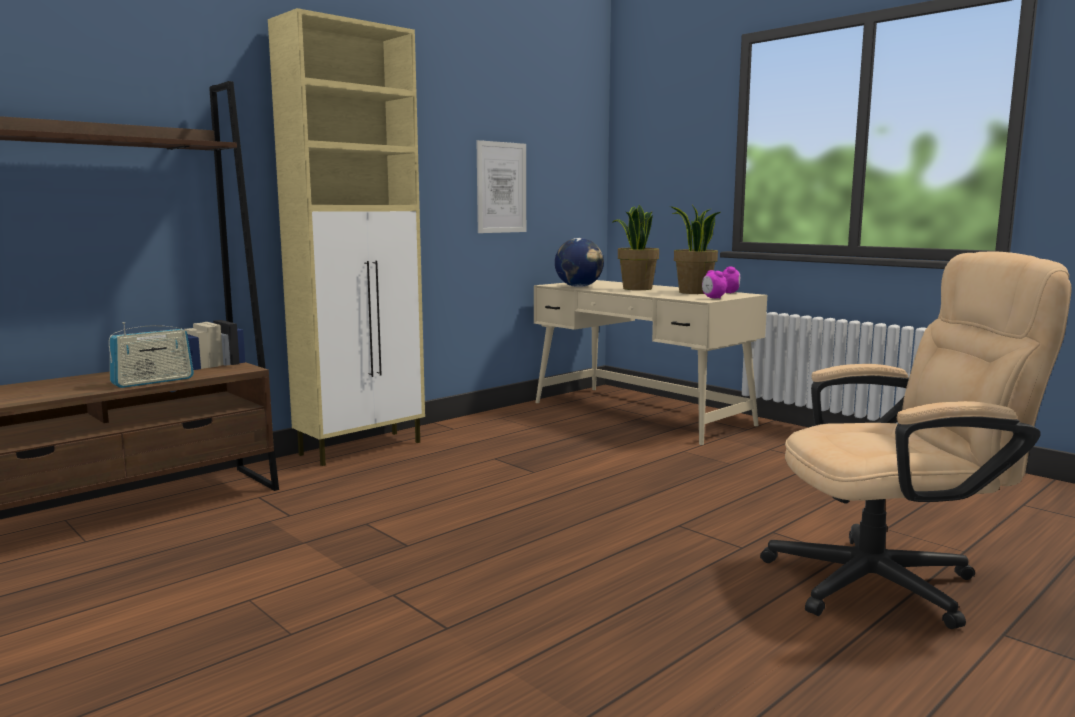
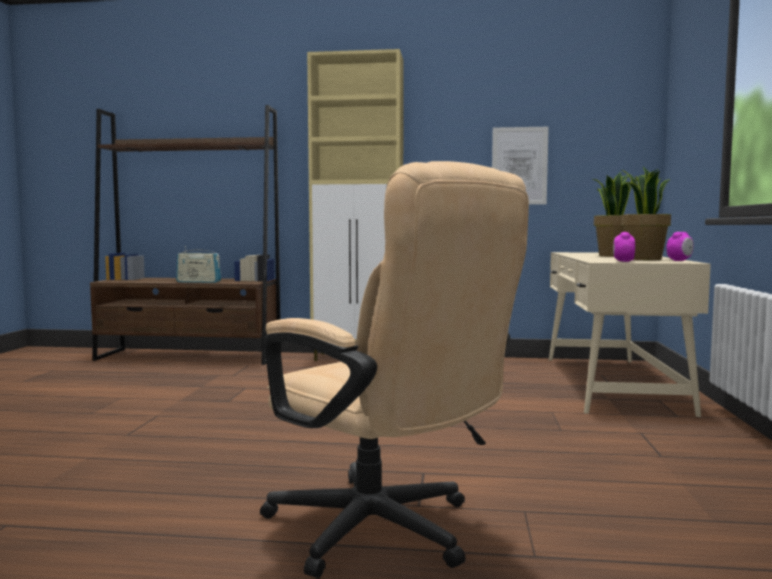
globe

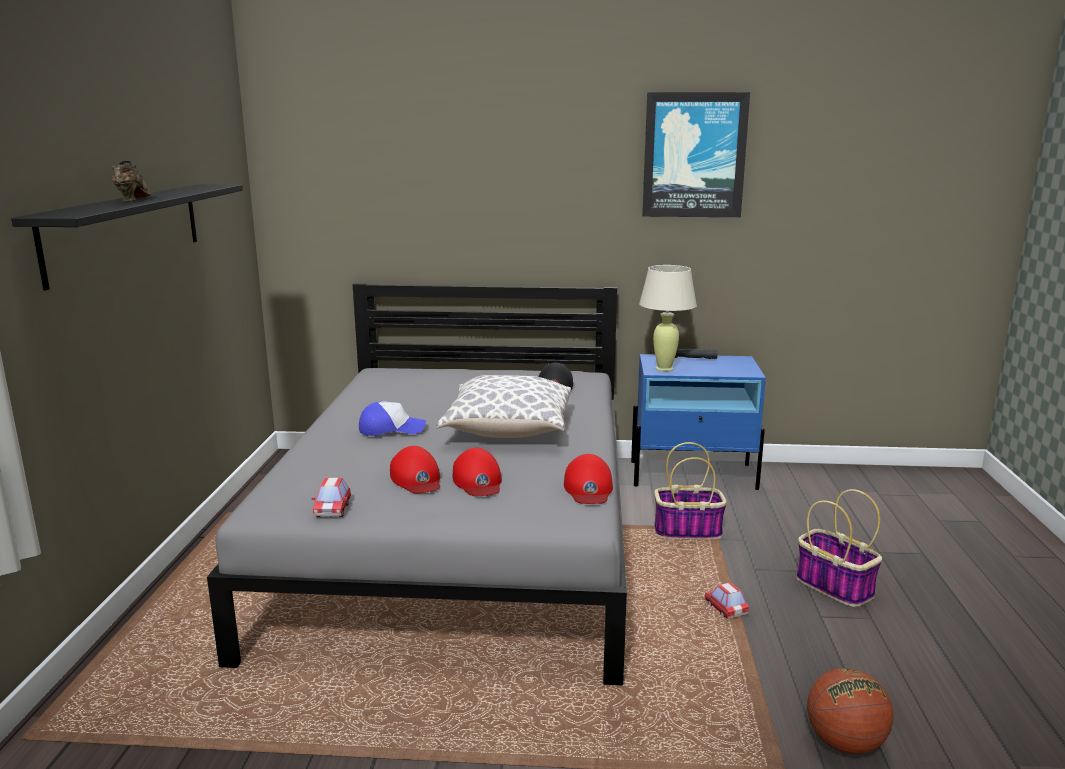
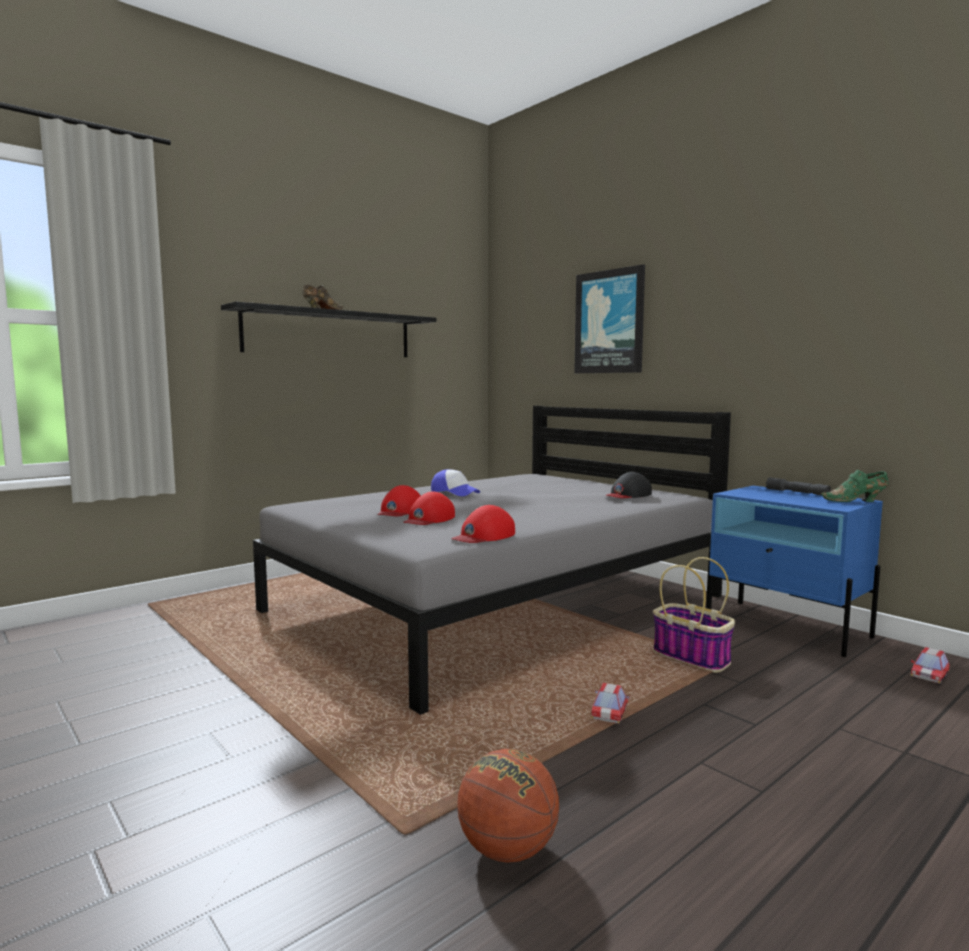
toy car (no. 2 from left)
pillow
beige table lamp
picture
basket (no. 2 from left in the first image)
green shoe

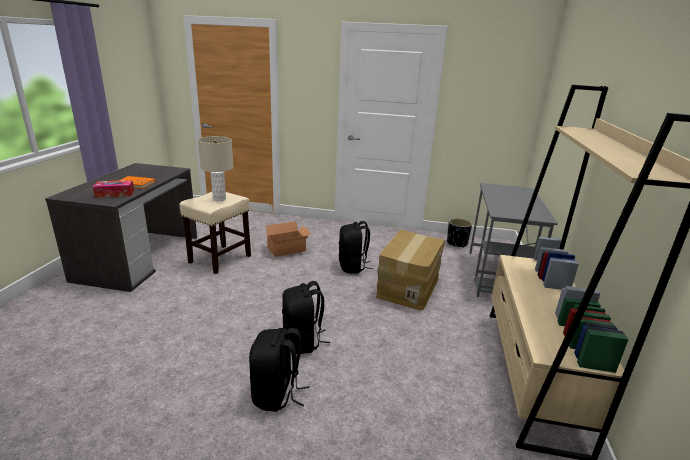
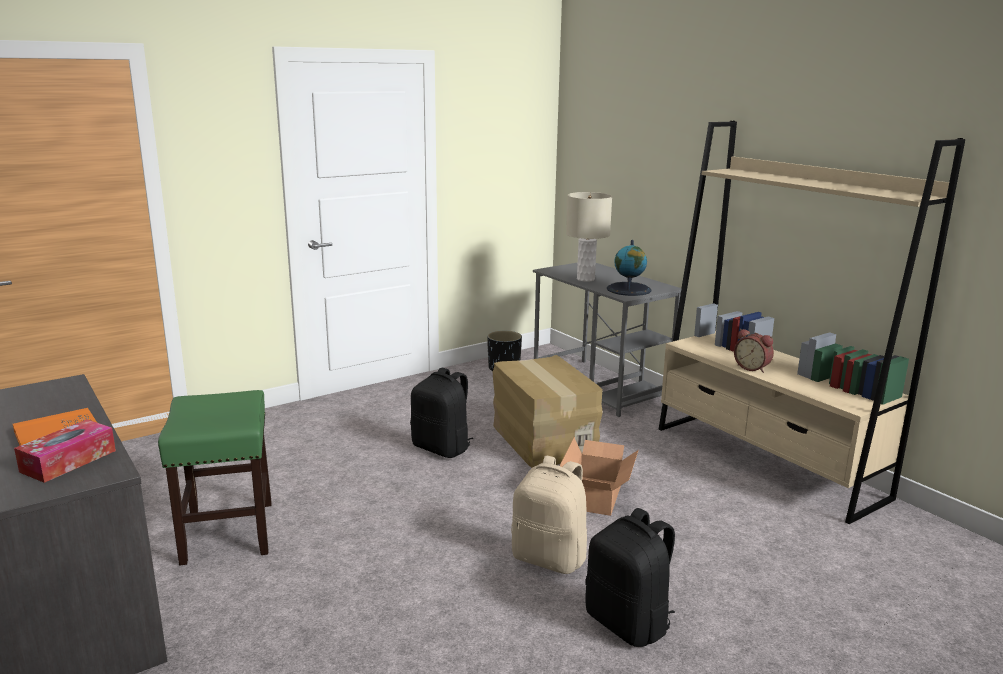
green stool
beige table lamp
cardboard box (no. 2 from left)
beige backpack
globe
alarm clock

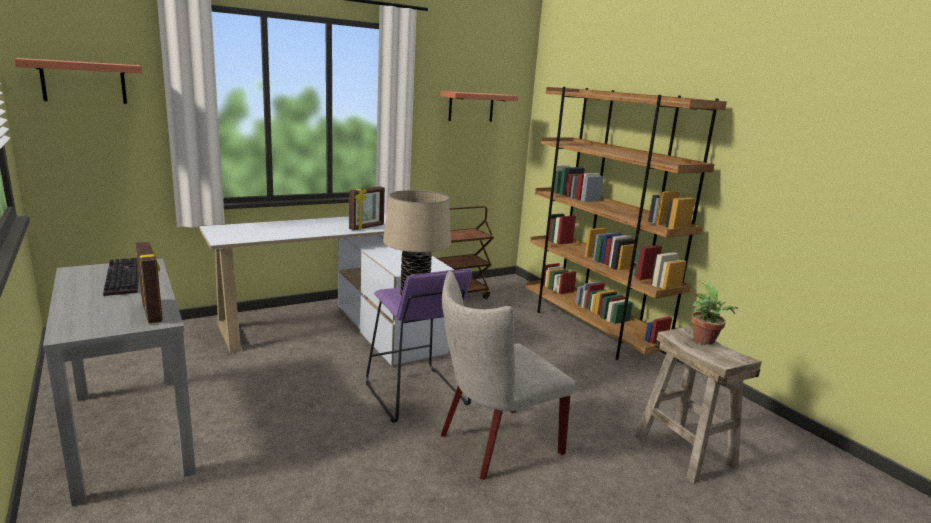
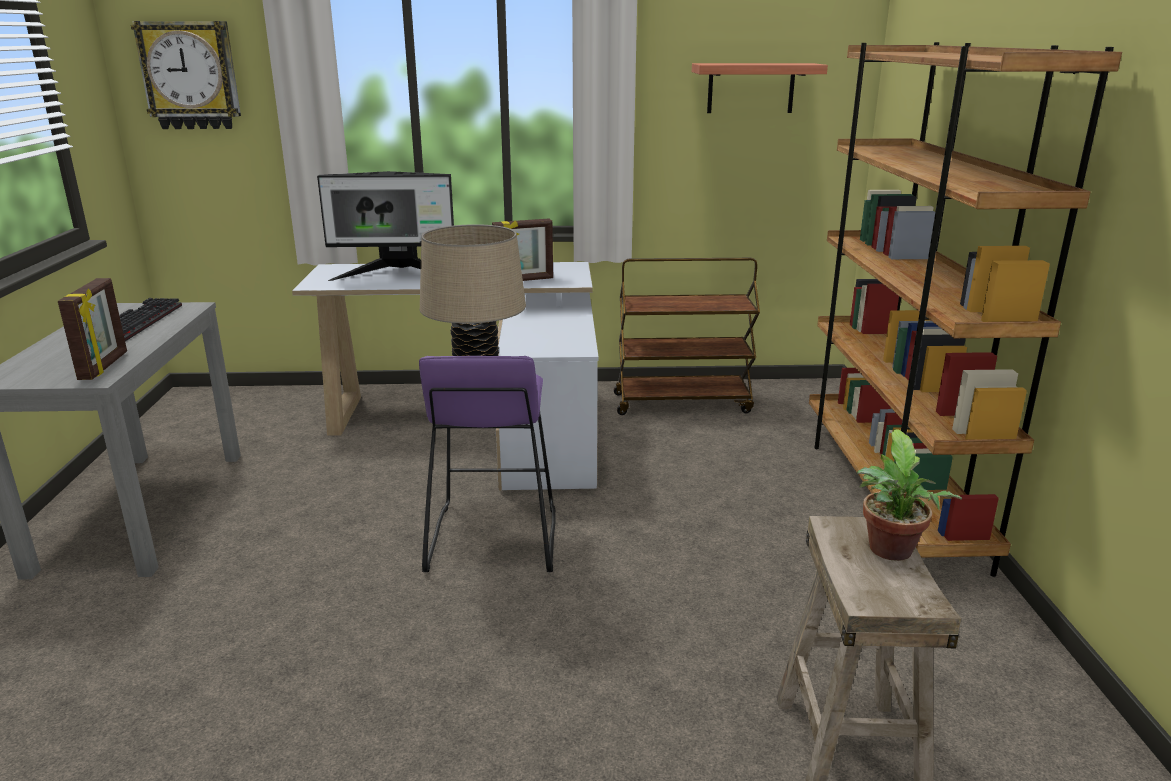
wall clock
beige chair
monitor

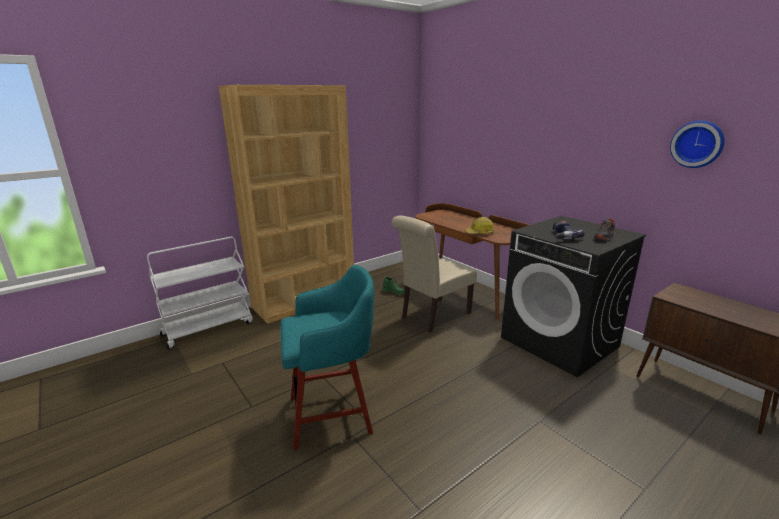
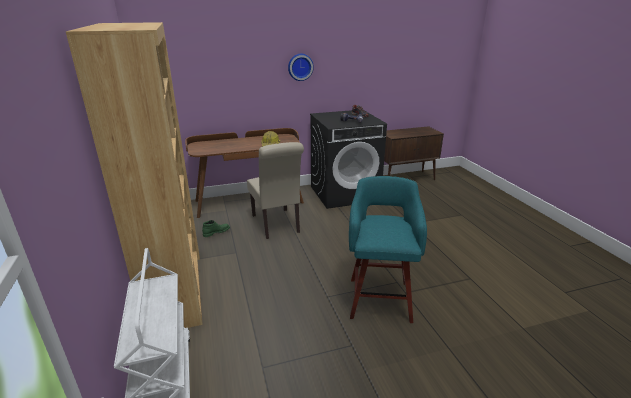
wall clock

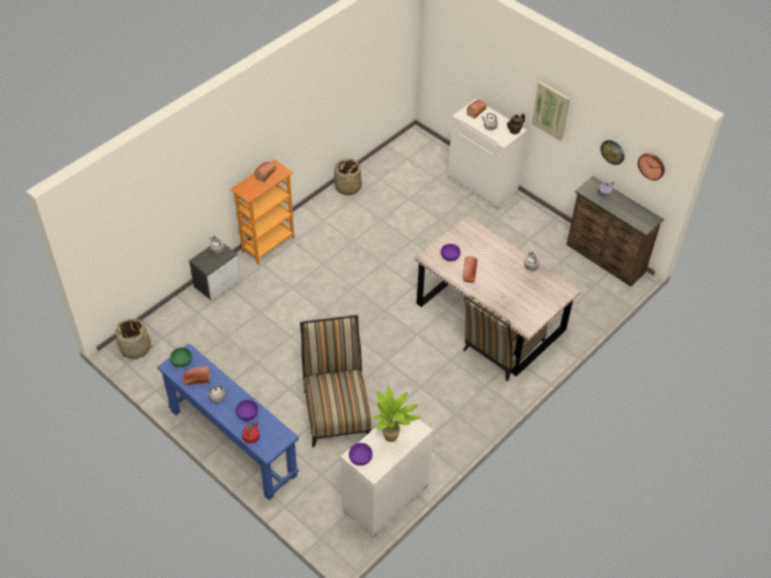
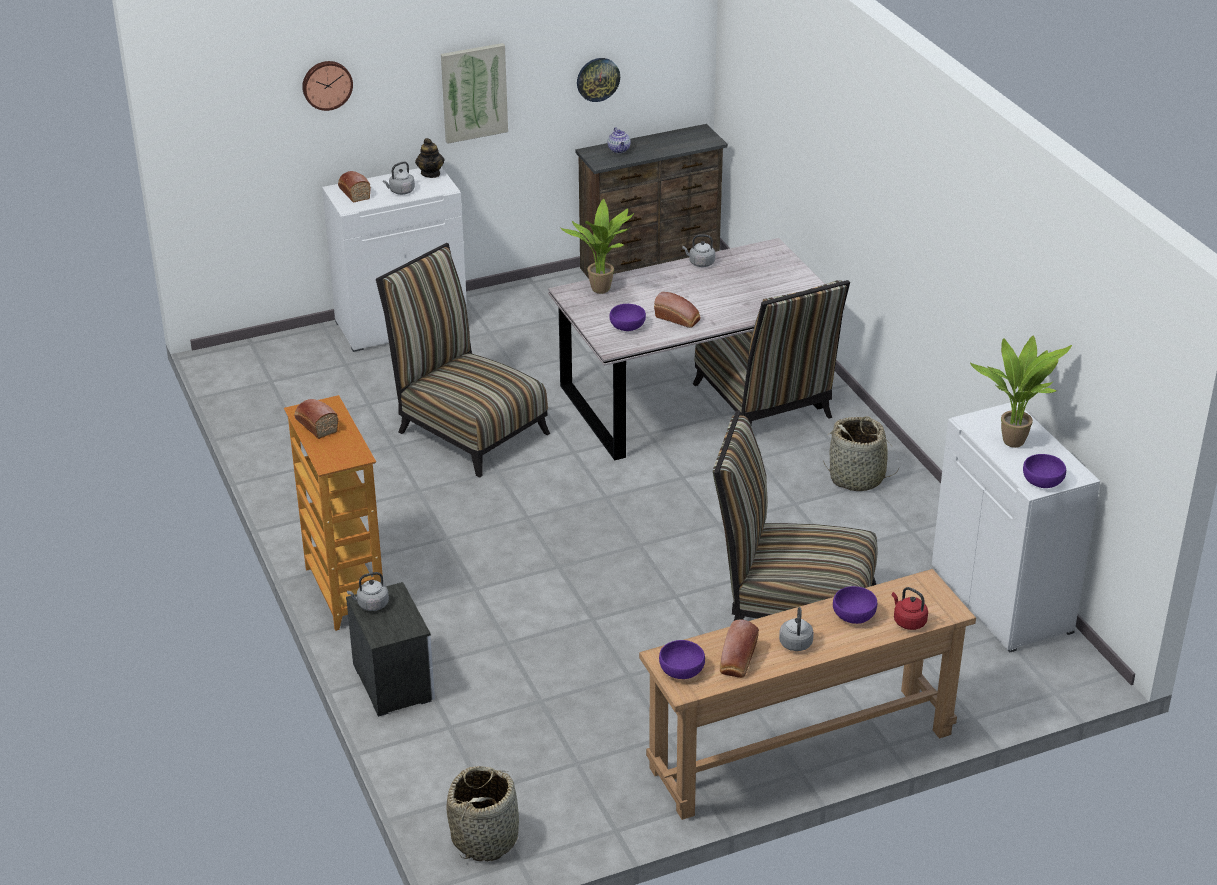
brown console table
purple bowl (no. 2 from left)
basket (no. 2 from left)
wall clock (no. 1 from left)
chair (no. 1 from left)
potted plant (no. 1 from left)

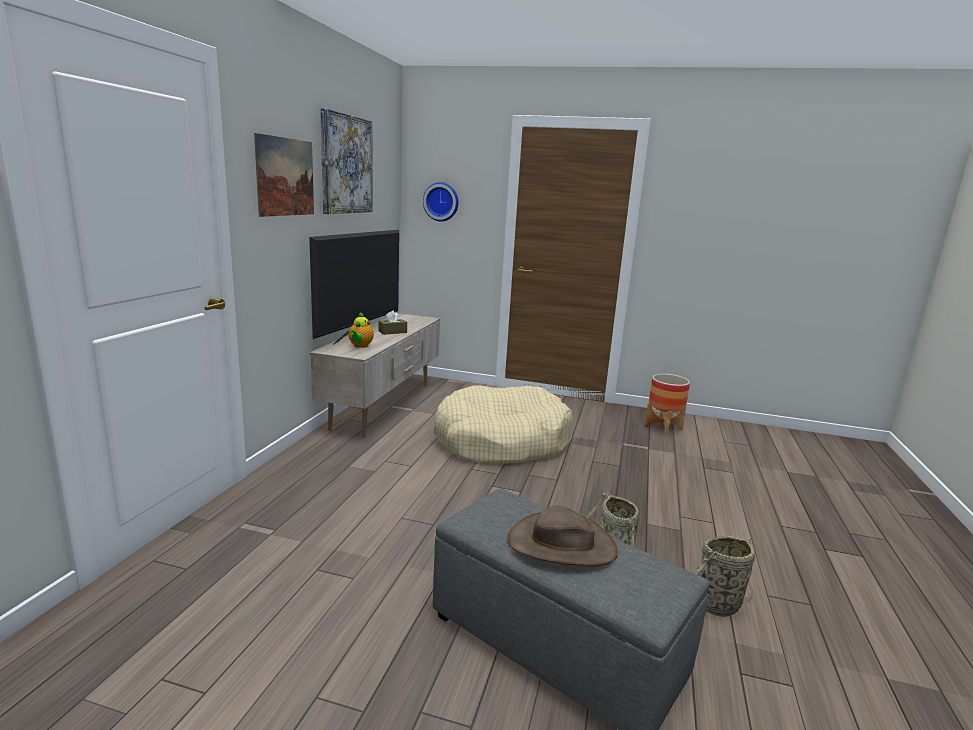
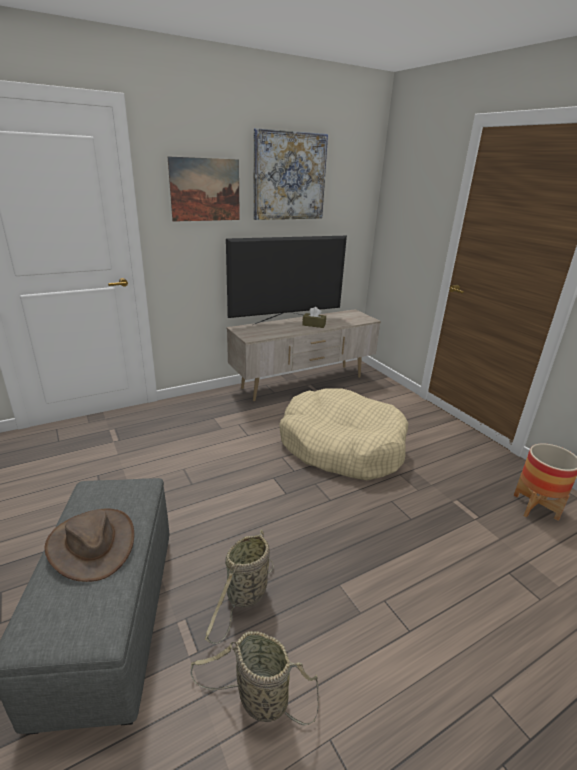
teapot
wall clock

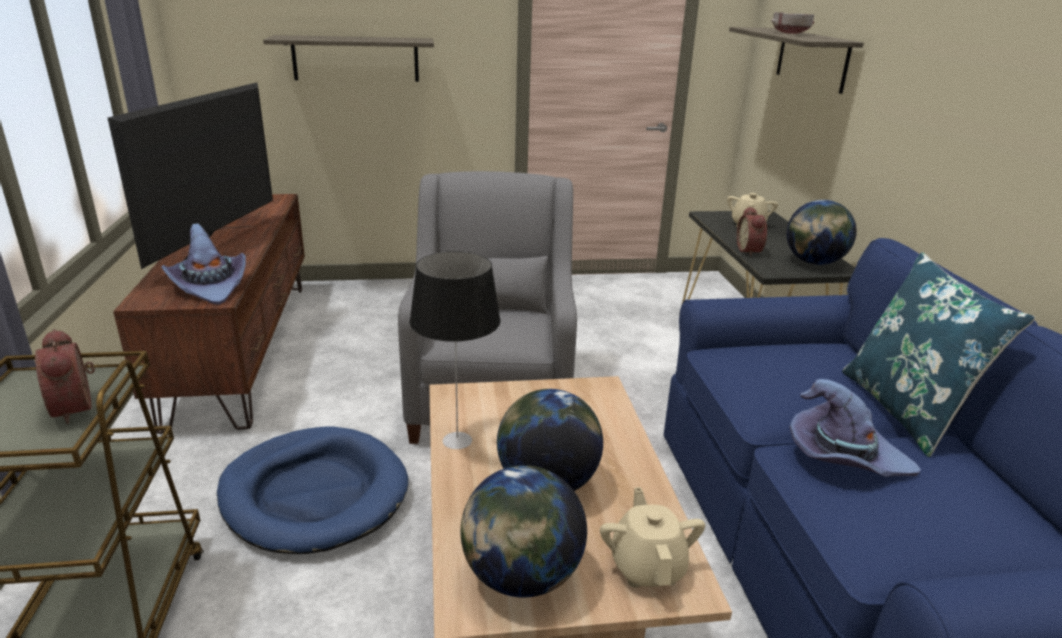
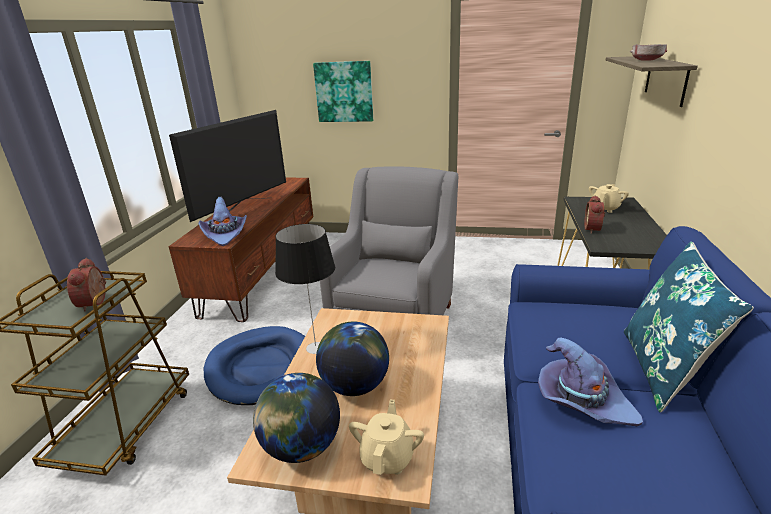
picture
globe (no. 3 from left in the first image)

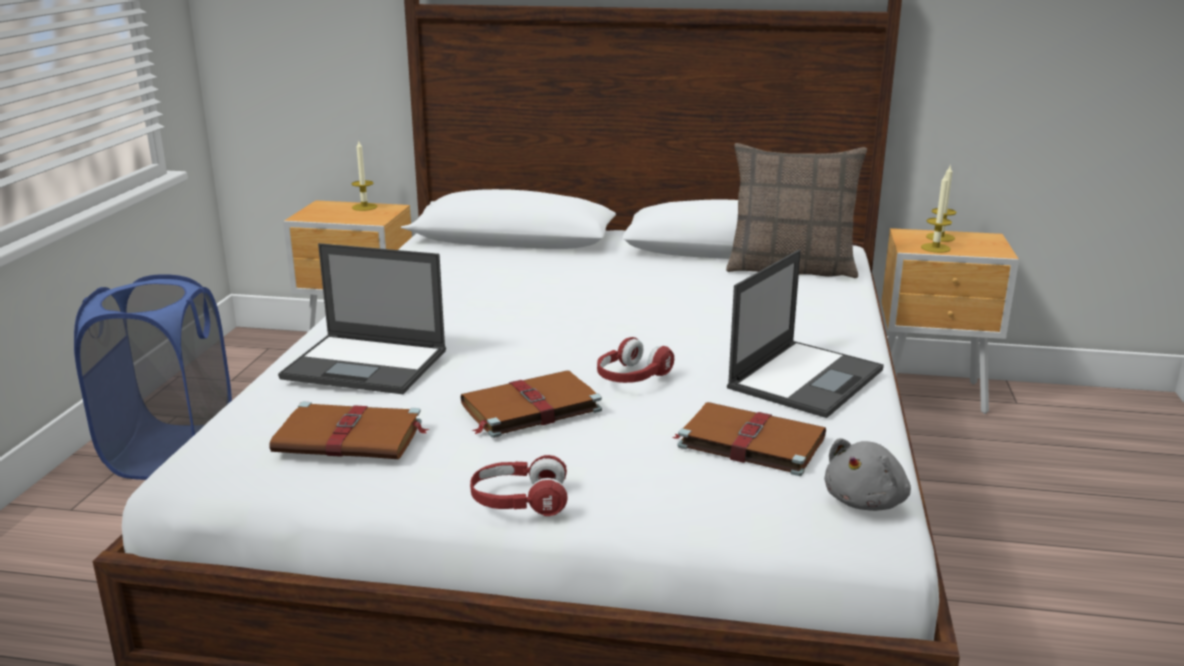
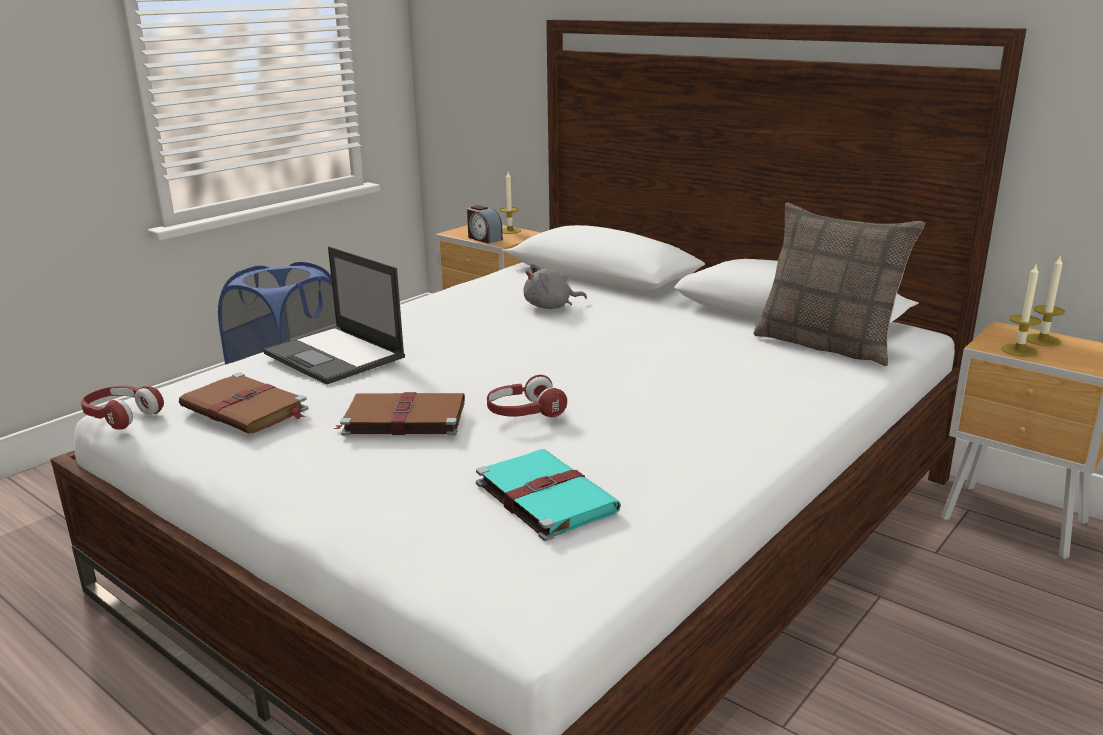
red headphones (no. 1 from left)
turquoise book
laptop (no. 2 from left in the first image)
grey plush toy
alarm clock

